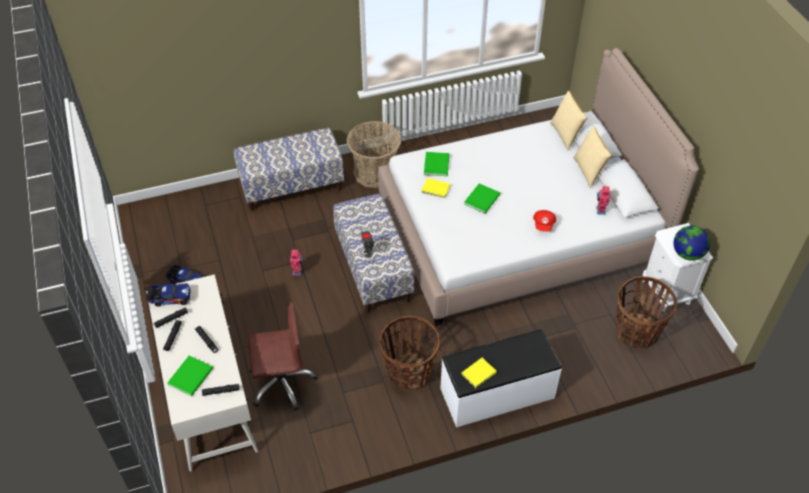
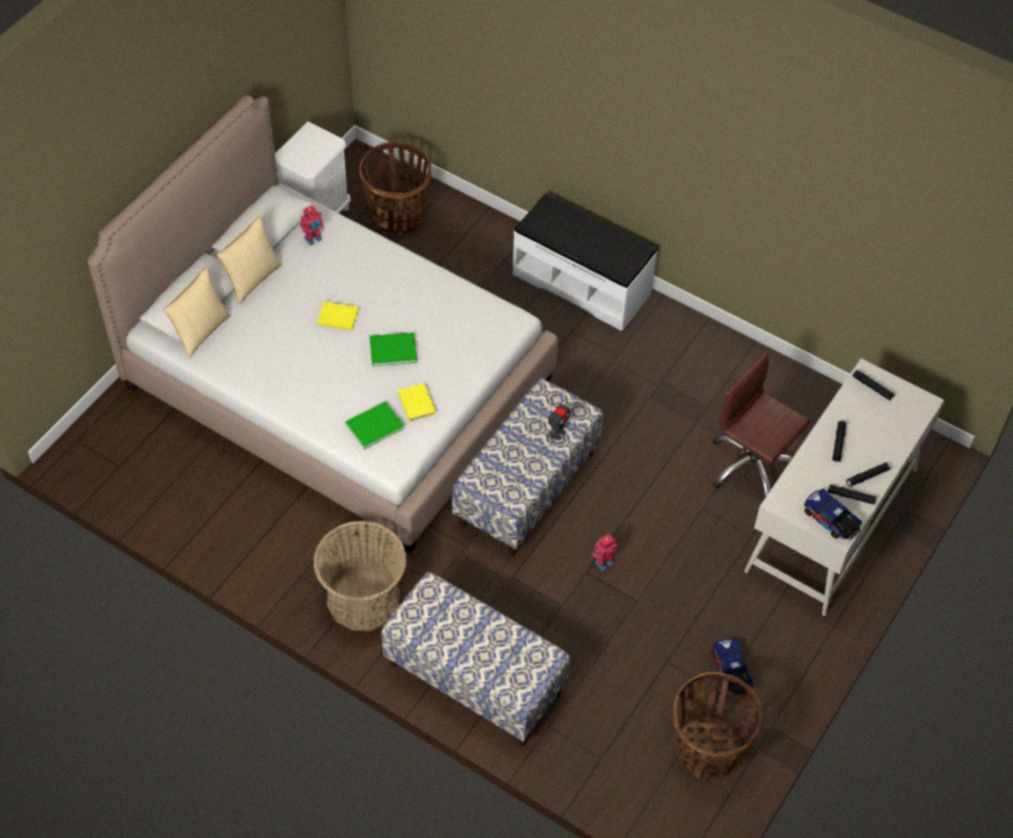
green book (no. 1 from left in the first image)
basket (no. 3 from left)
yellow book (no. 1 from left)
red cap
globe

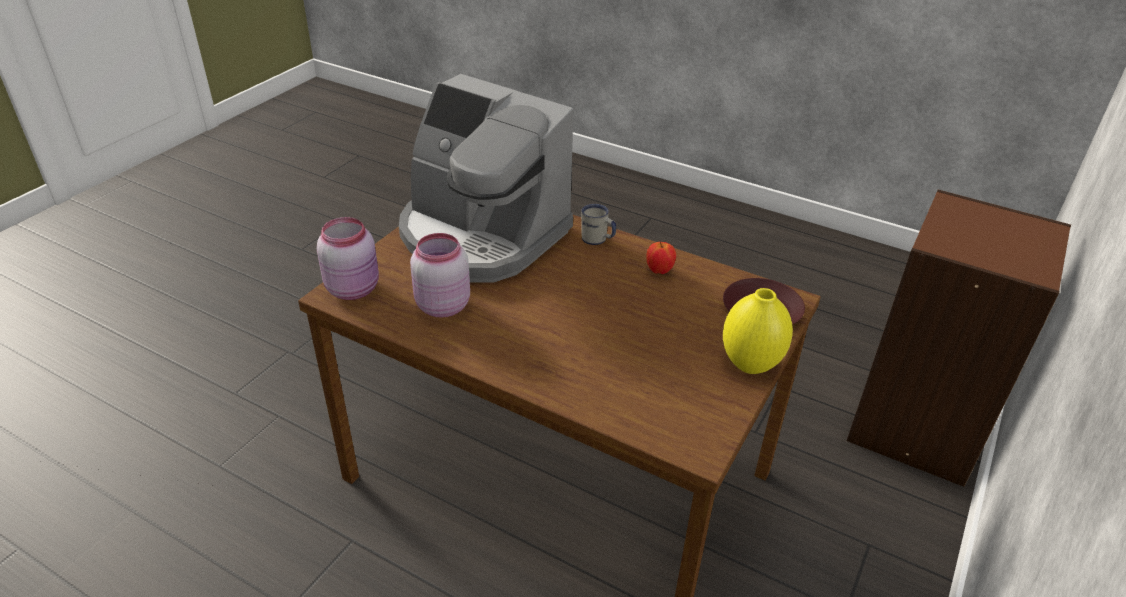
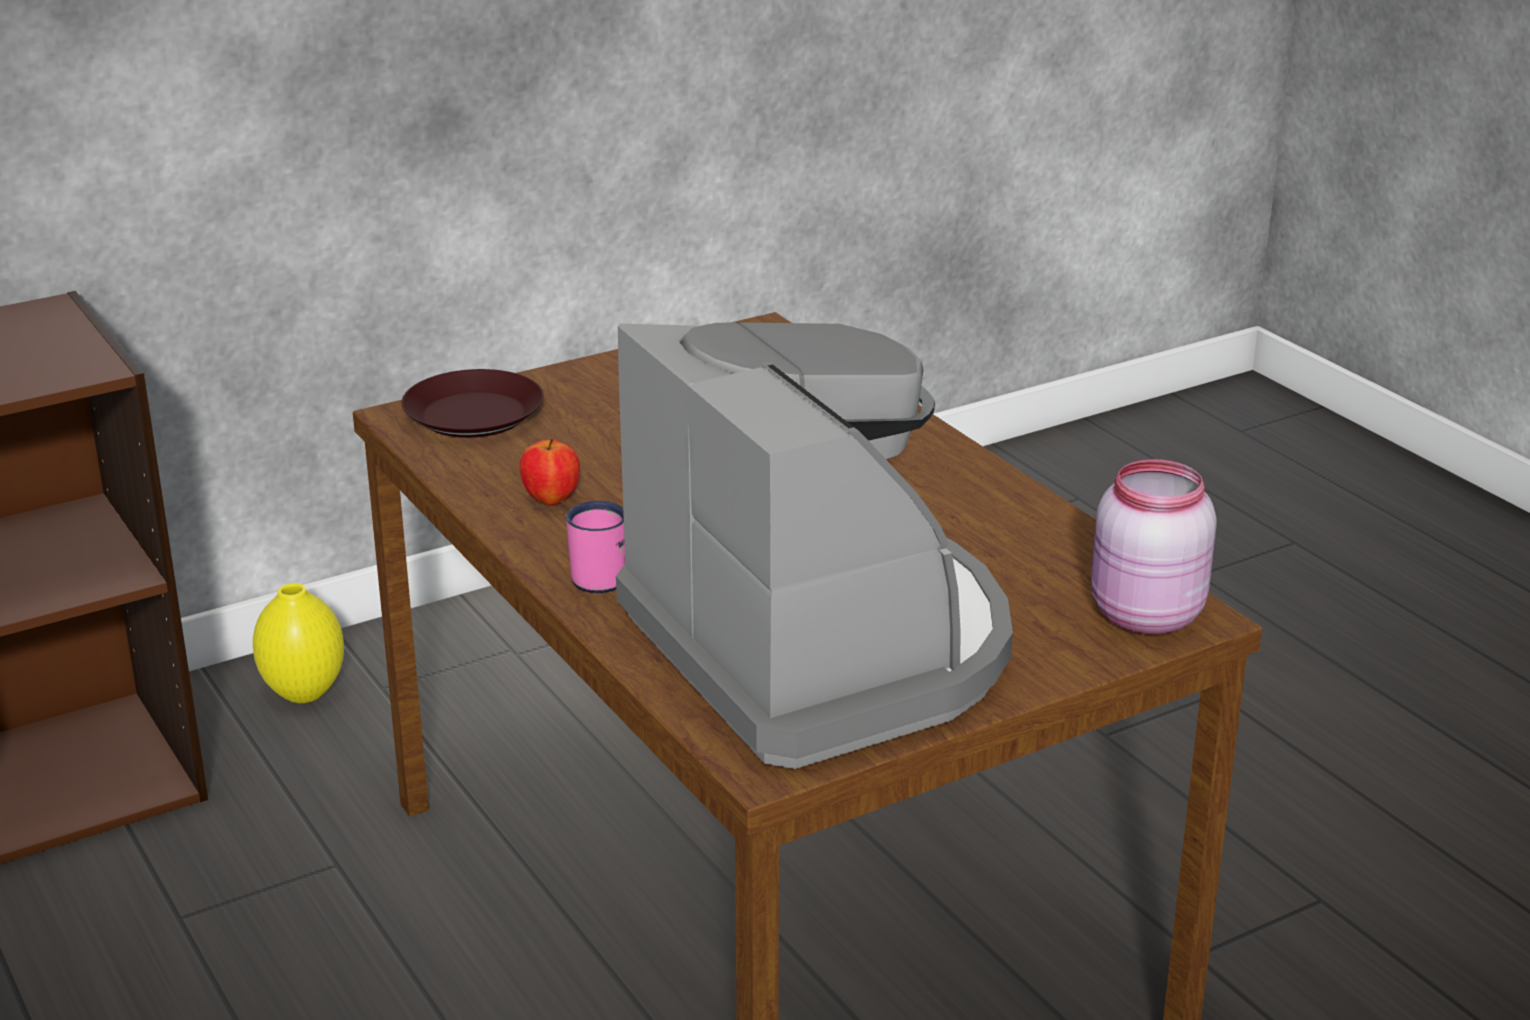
pink jar (no. 2 from left in the first image)
pink mug
yellow vase

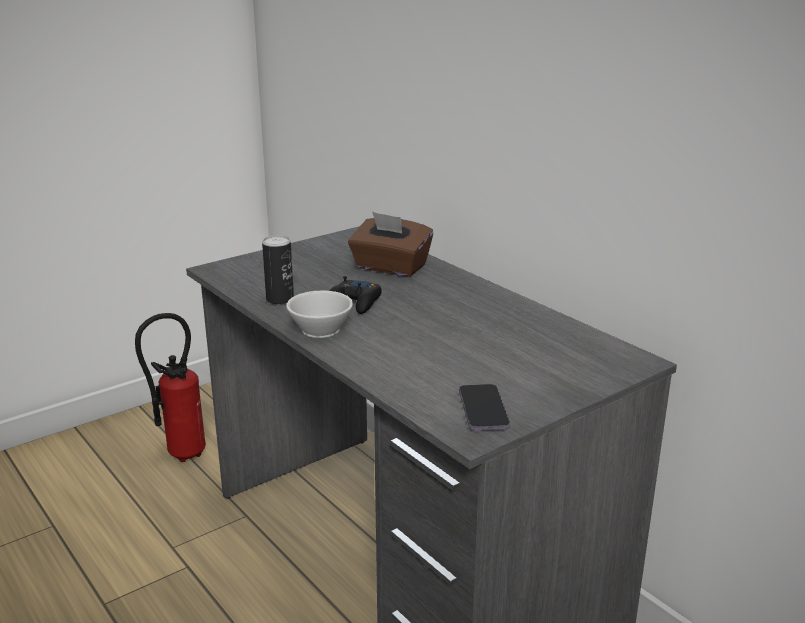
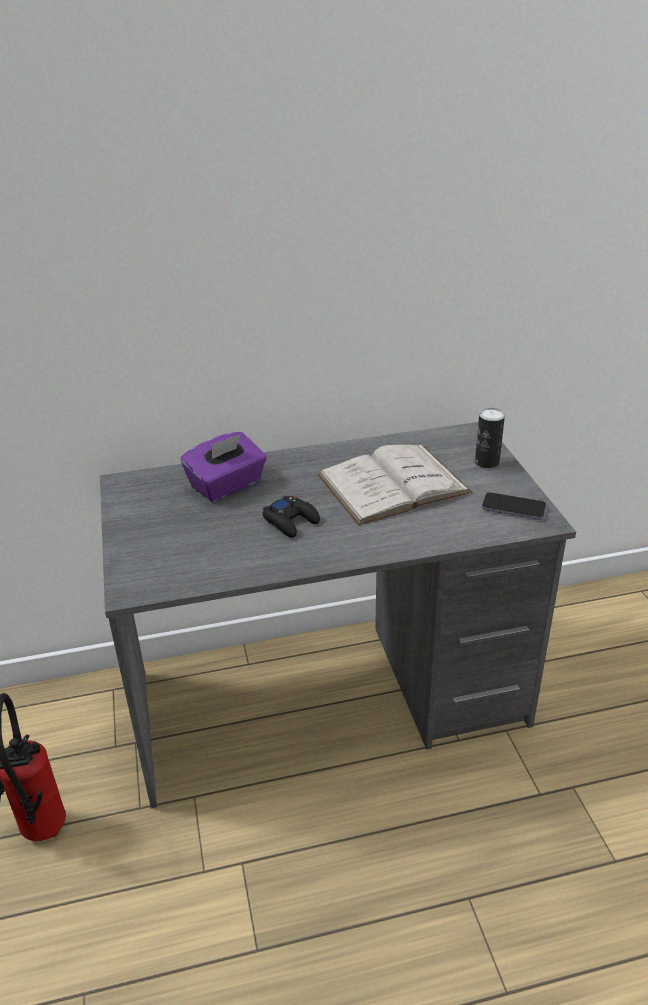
can
white cup
purple tissue box
white book

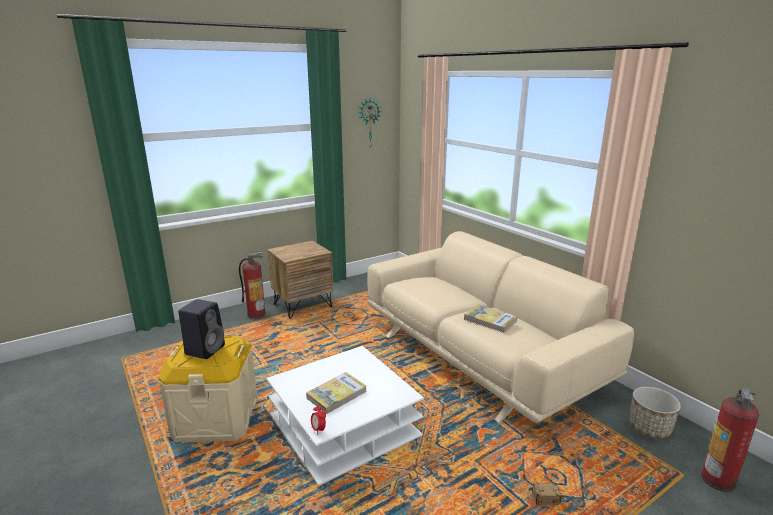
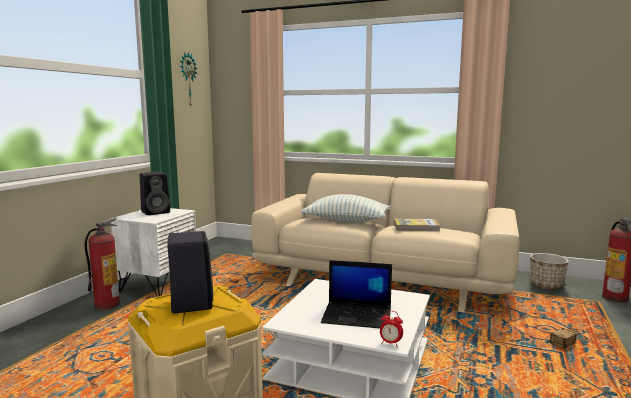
white nightstand
laptop
black speaker (no. 1 from left)
pillow

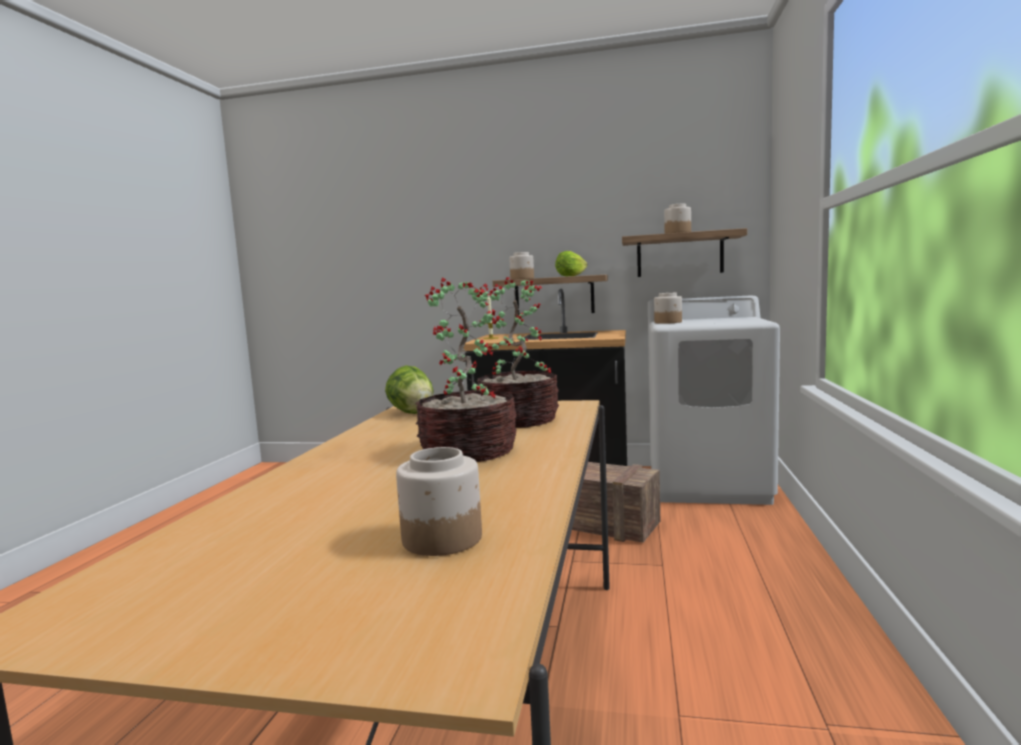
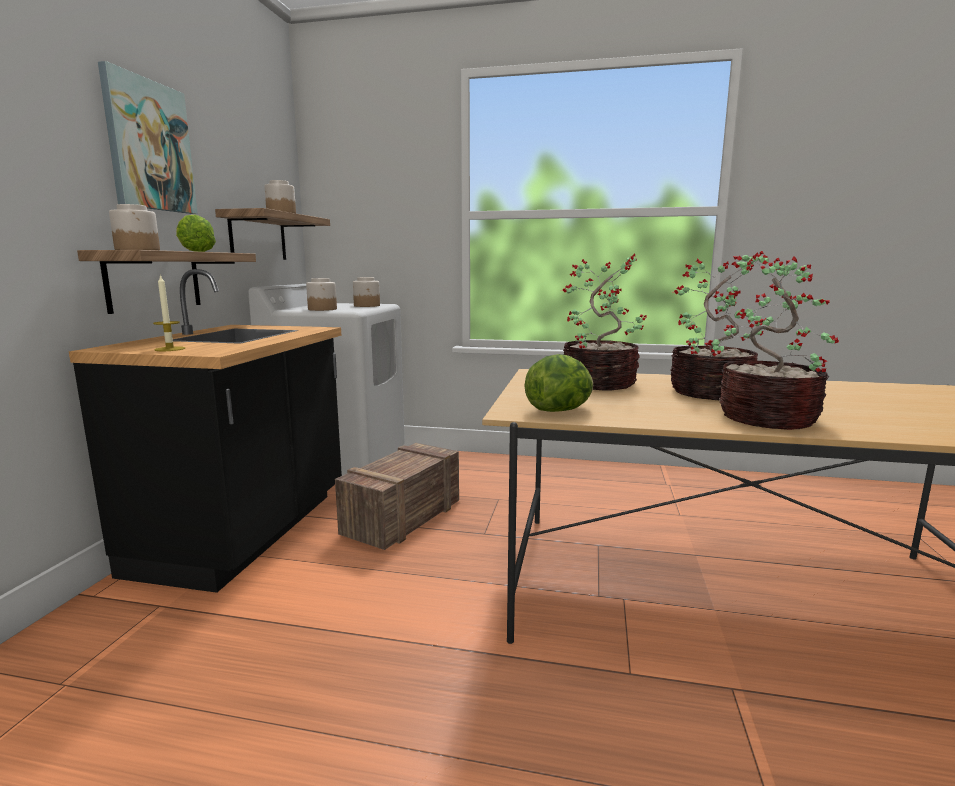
jar (no. 4 from left)
picture
potted plant (no. 3 from left)

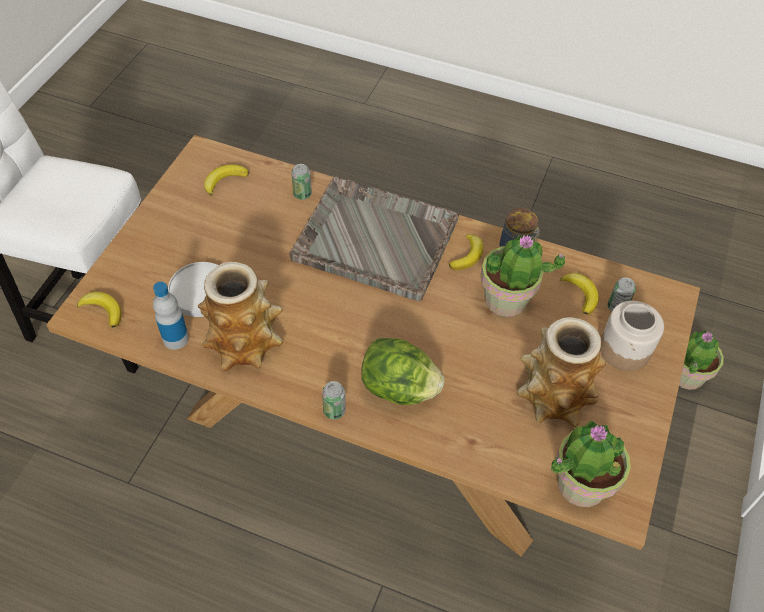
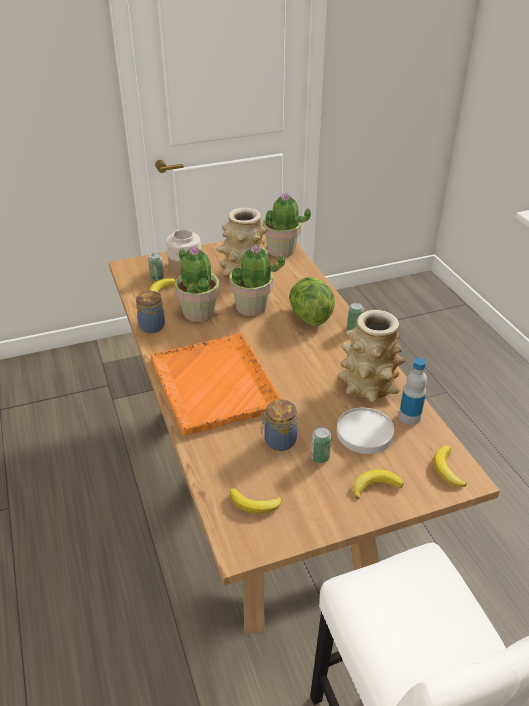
orange tray
can (no. 2 from left)
banana (no. 3 from left)
potted plant (no. 2 from left)
jar (no. 3 from left)

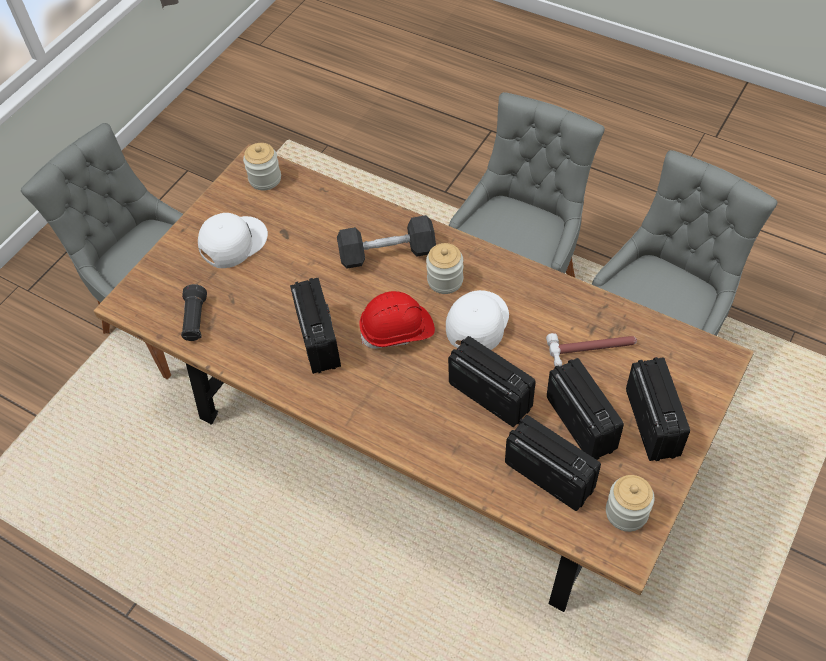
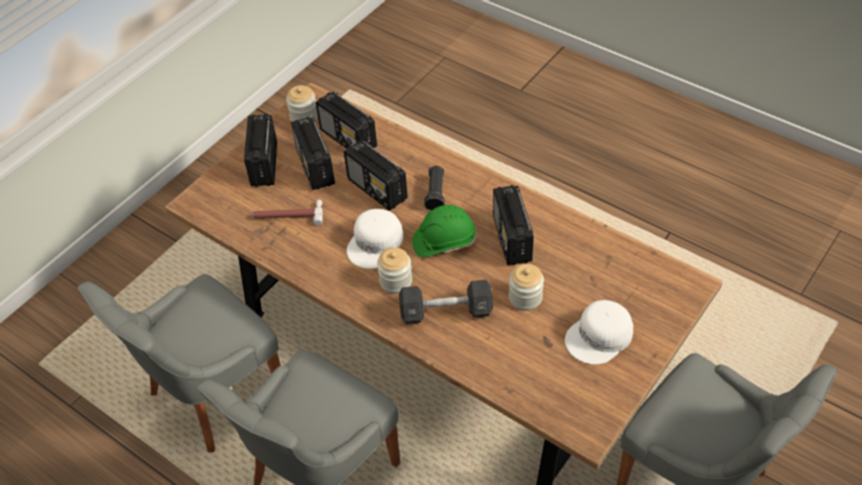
black flashlight
jar (no. 3 from left)
green hard hat

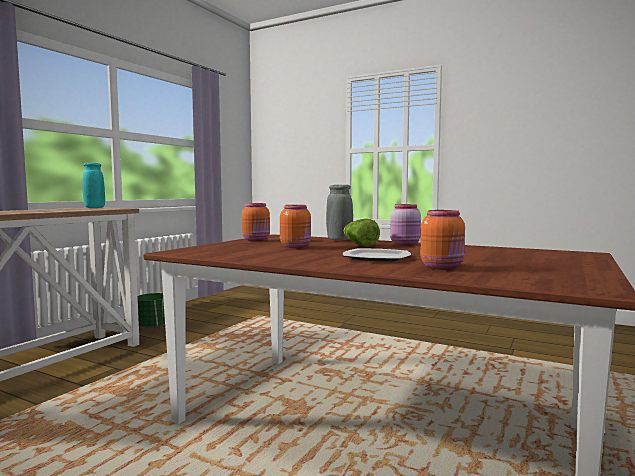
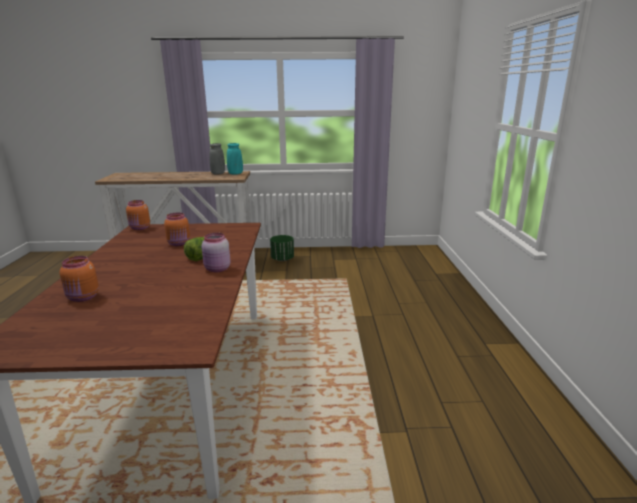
orange jar (no. 2 from left)
grey vase
plate

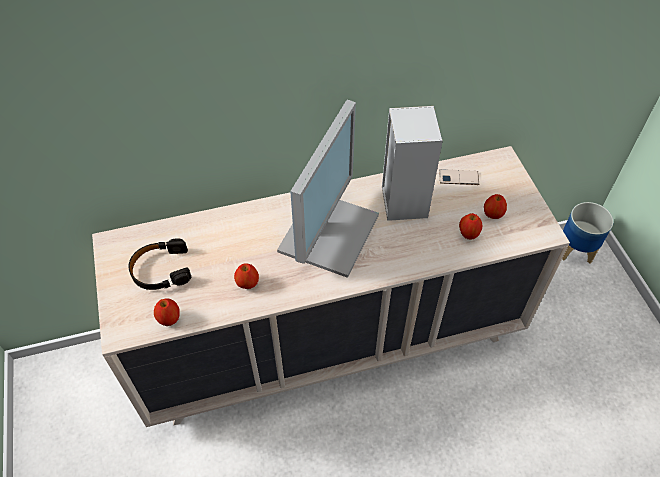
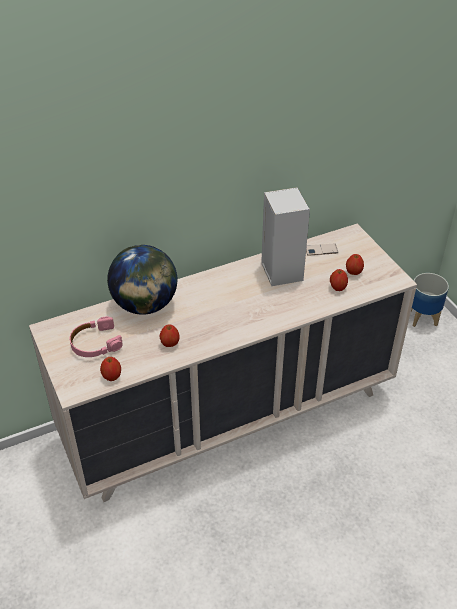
pink headphones
monitor
globe

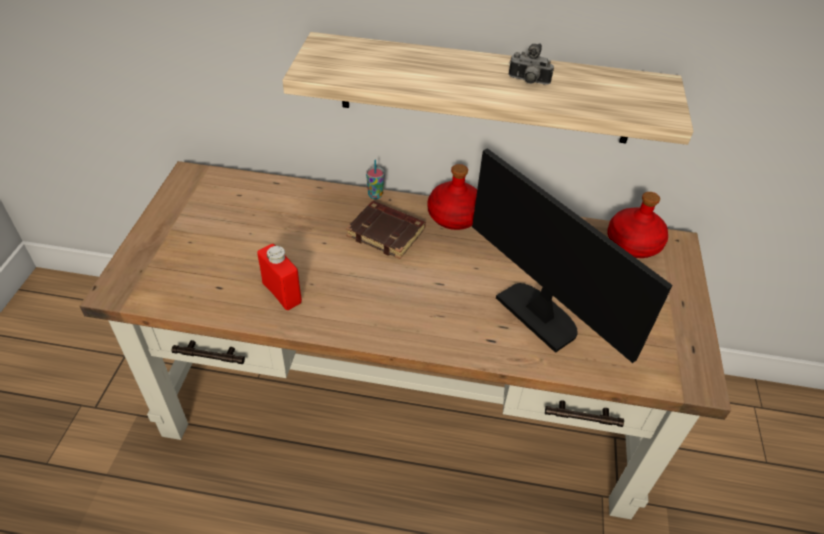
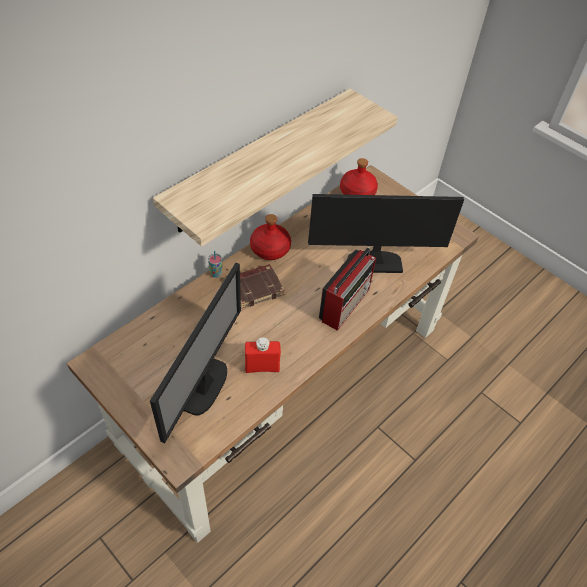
photo camera
monitor (no. 1 from left)
radio

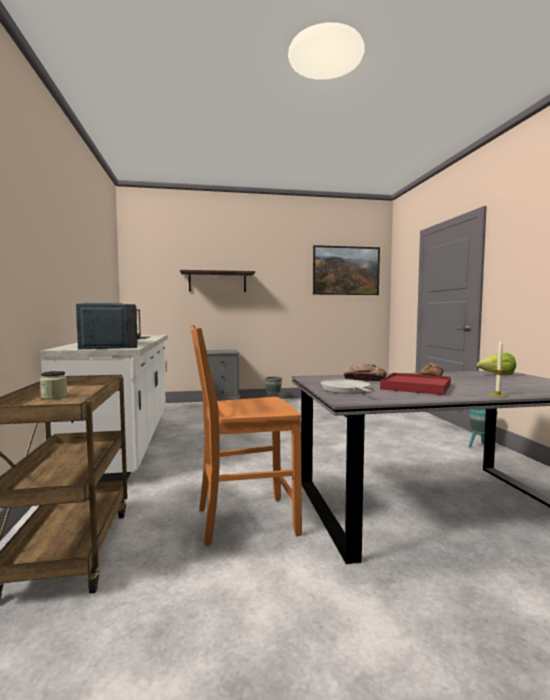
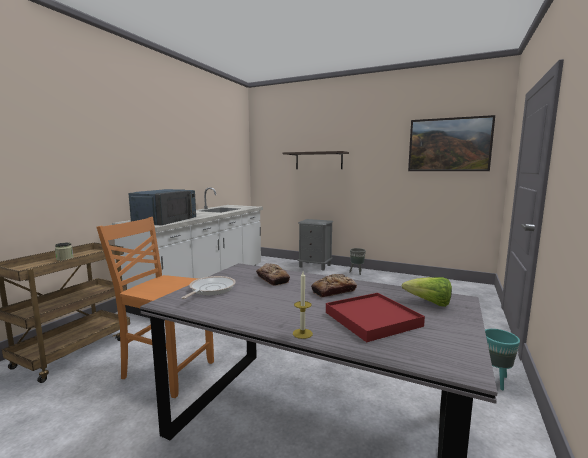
red tray

